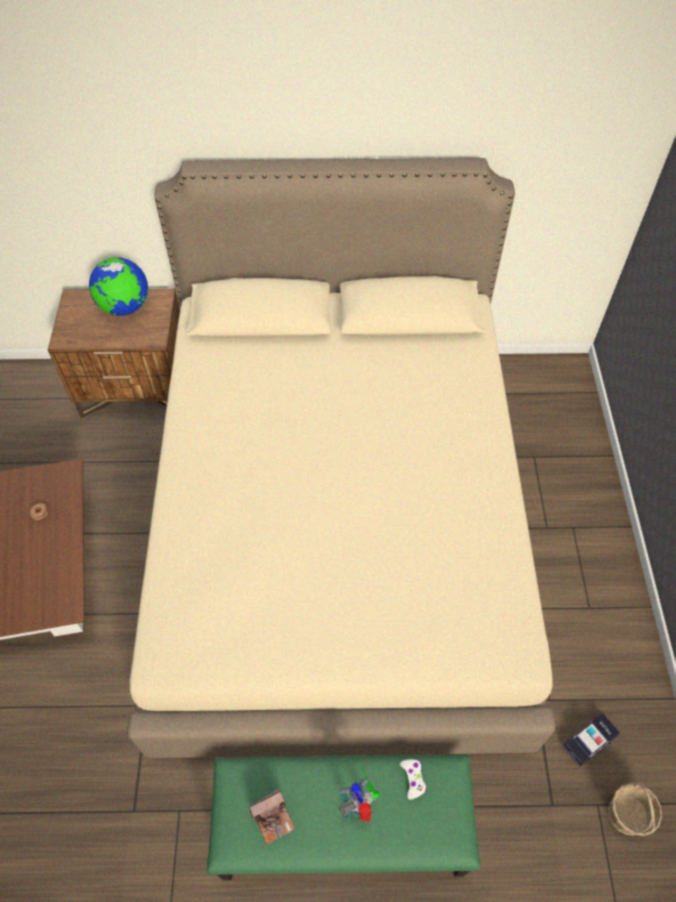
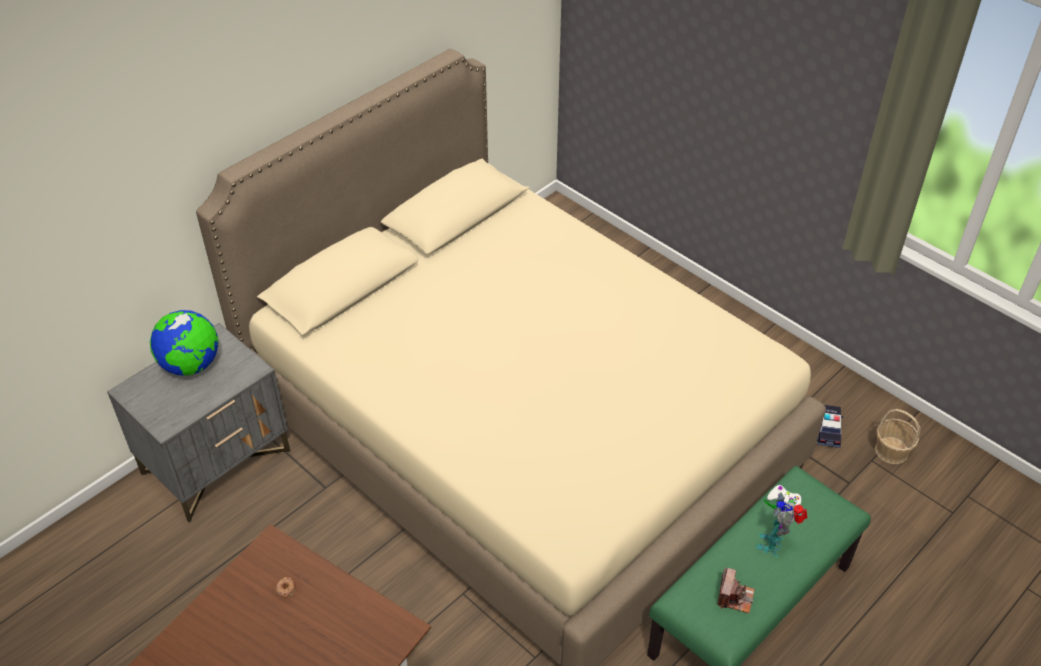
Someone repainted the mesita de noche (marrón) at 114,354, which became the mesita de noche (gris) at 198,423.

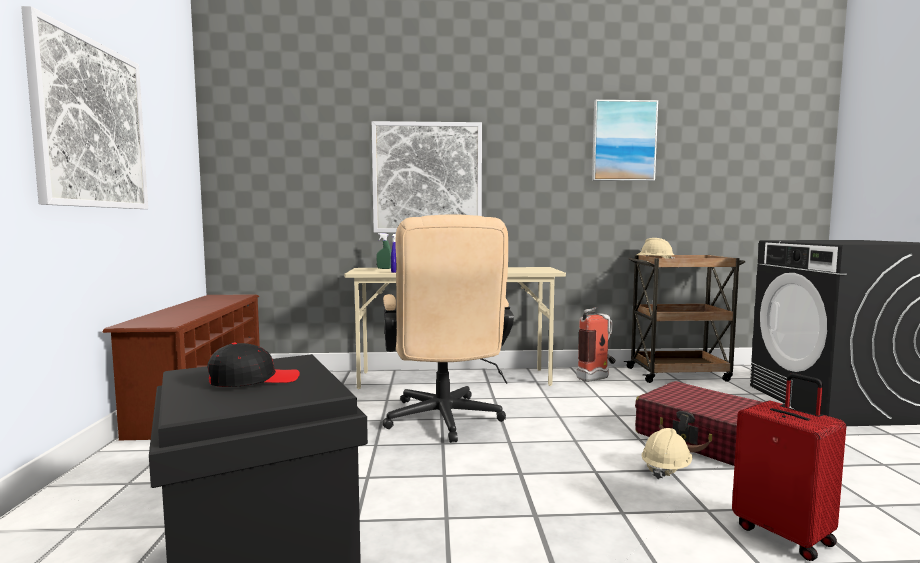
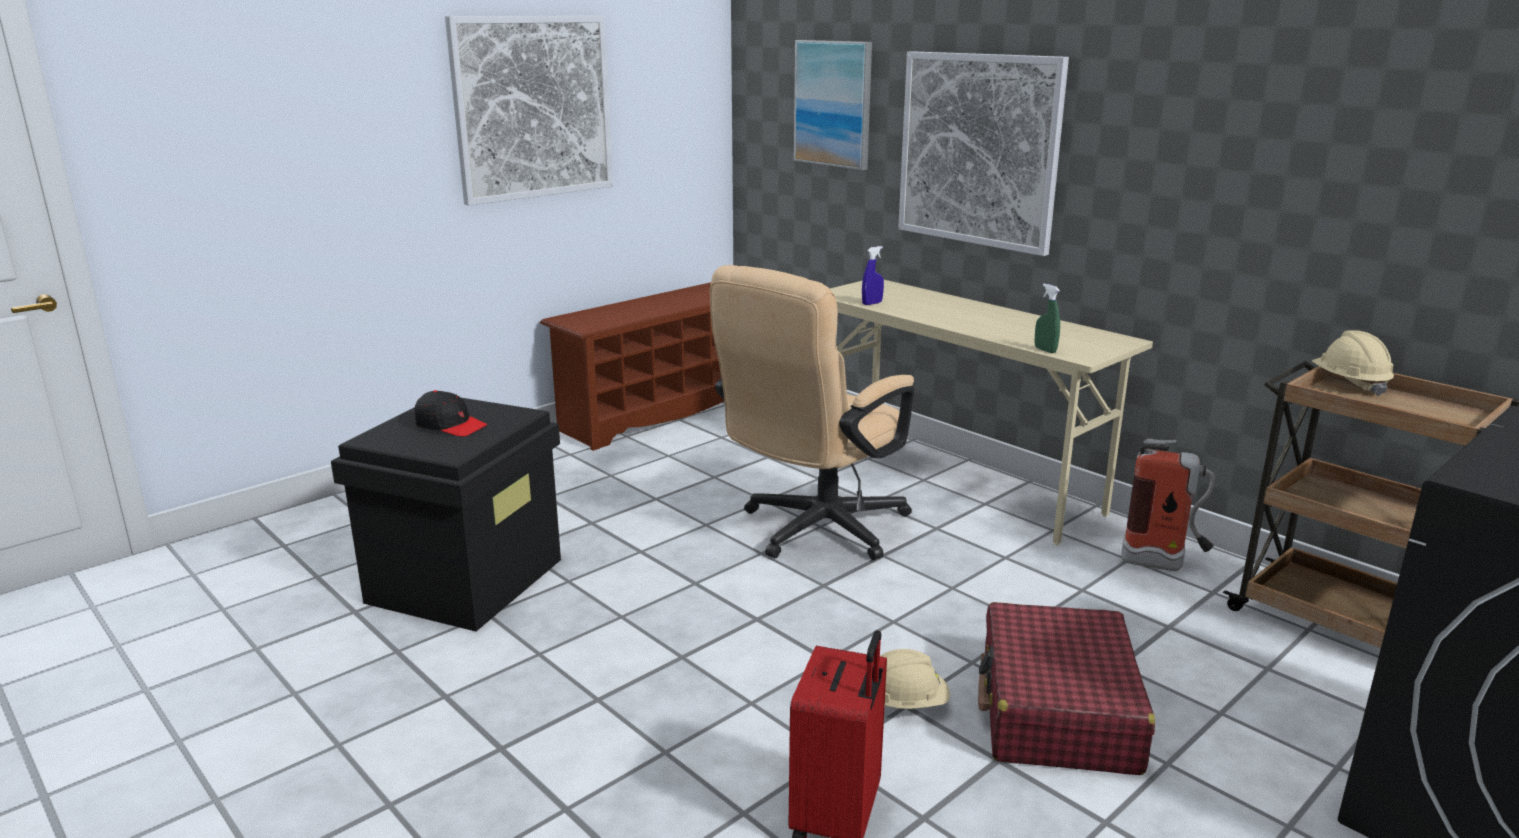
Someone carried the cuadro from 625,140 to 833,105.
Someone carried the pulverizador (verde) from 383,251 to 1047,318.

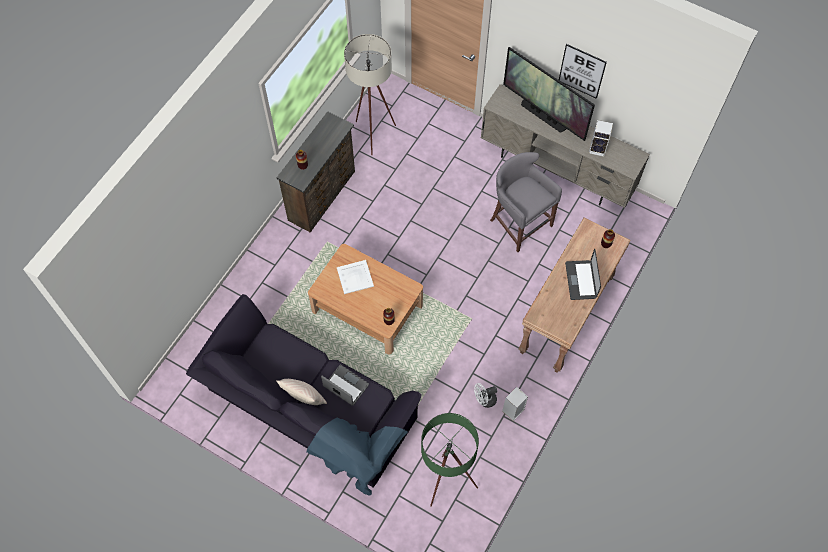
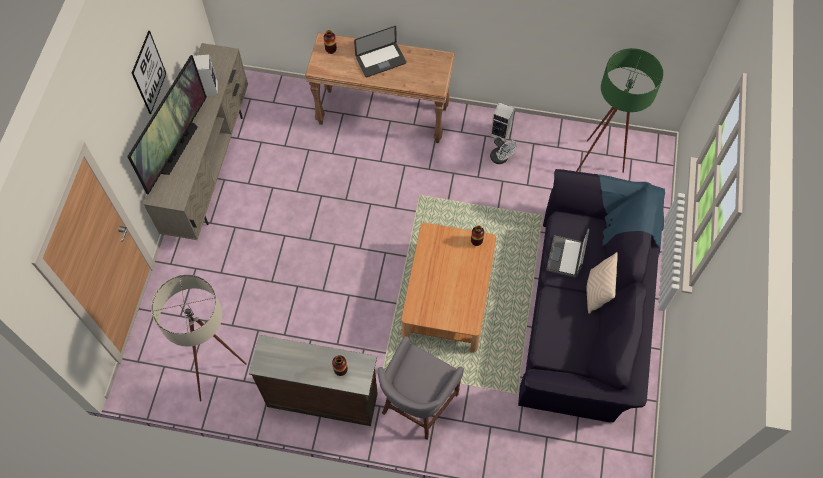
Someone carried the taburete (gris) from 526,202 to 421,388.
Someone took away the bandeja (blanco) at 355,277.

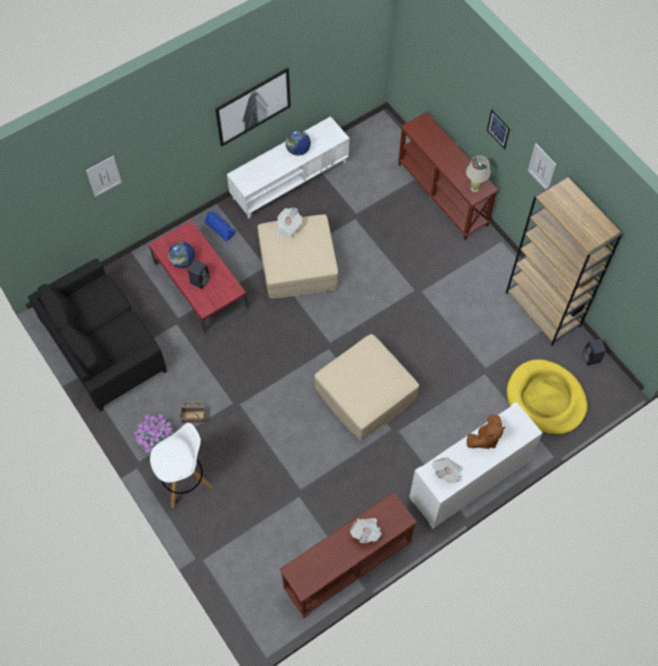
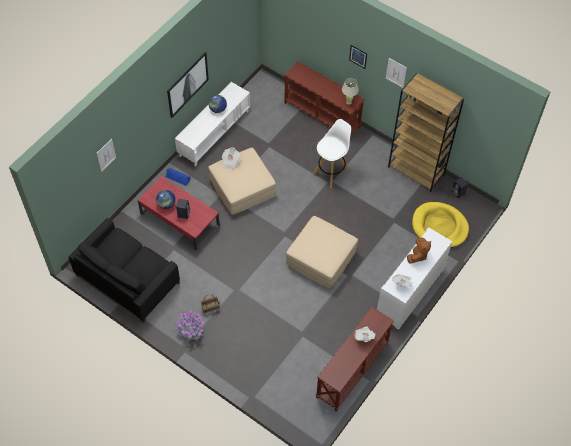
Someone carried the taburete (blanco) from 181,465 to 332,153.

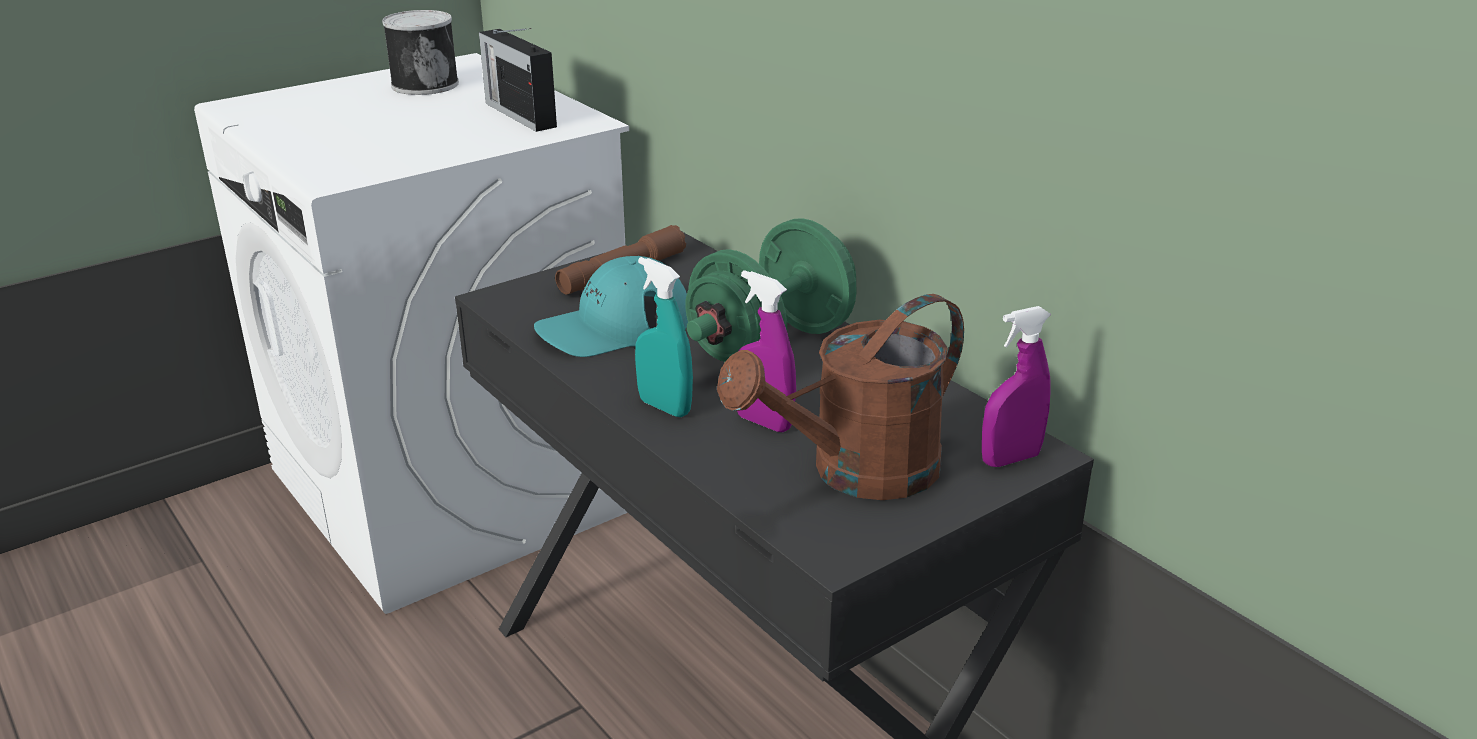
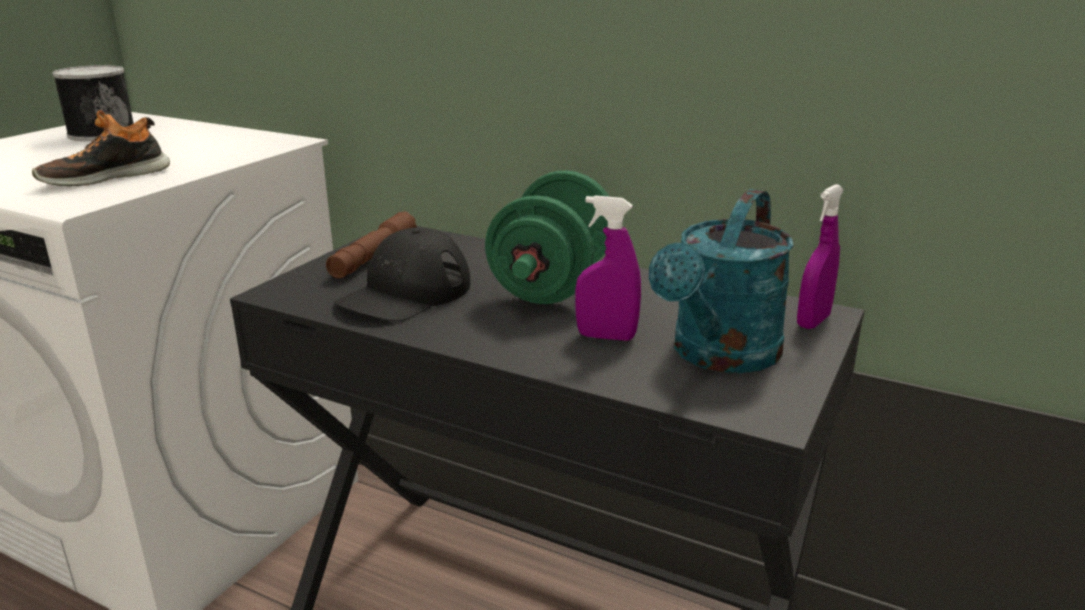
Someone took away the radio at 518,80.
Someone repainted the gorra (turquesa) at 611,306, which became the gorra (negro) at 402,274.
Someone took away the pulverizador (turquesa) at 664,337.
Someone repainted the regadera (marrón) at 840,397, which became the regadera (turquesa) at 721,281.
Someone put down the zapato at 101,148.

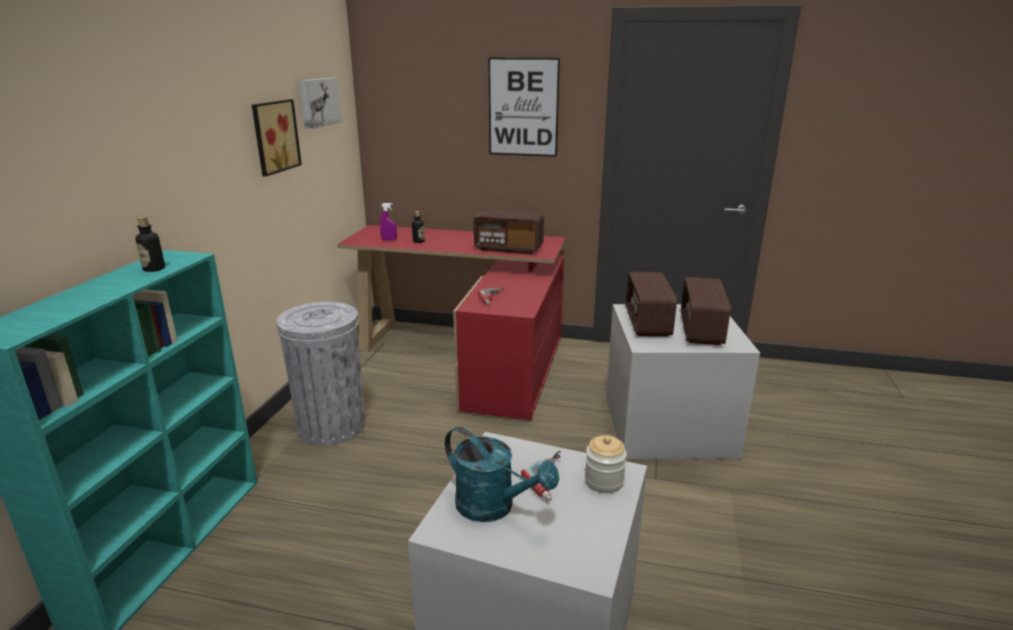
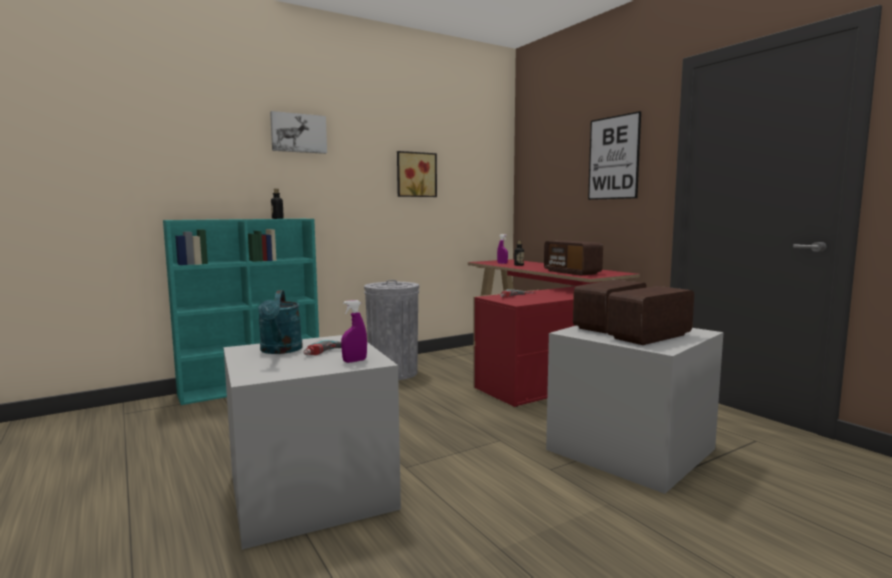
Someone carried the cuadro from 320,103 to 298,132.
Someone swapped the tarro at 606,464 for the pulverizador (morado) at 354,331.

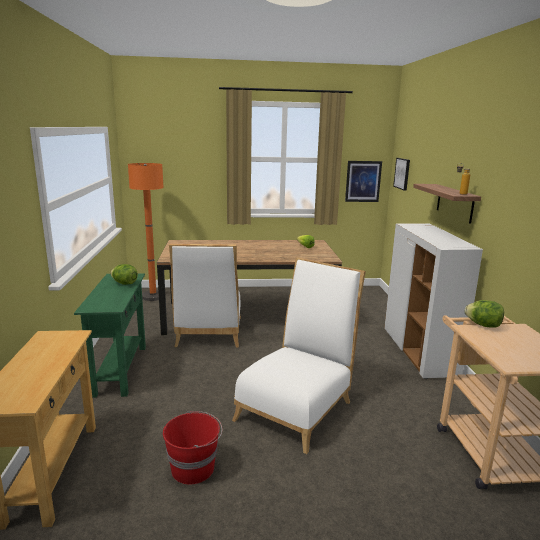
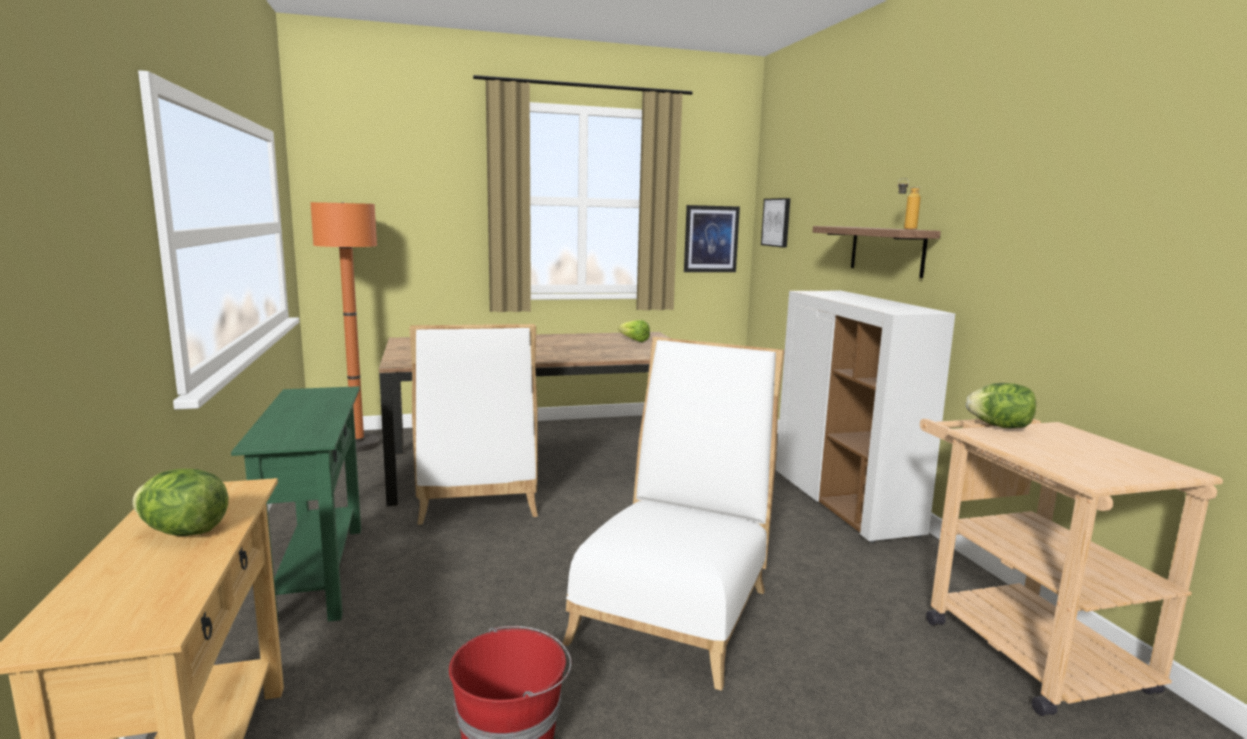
Someone carried the lechuga from 124,274 to 180,502.

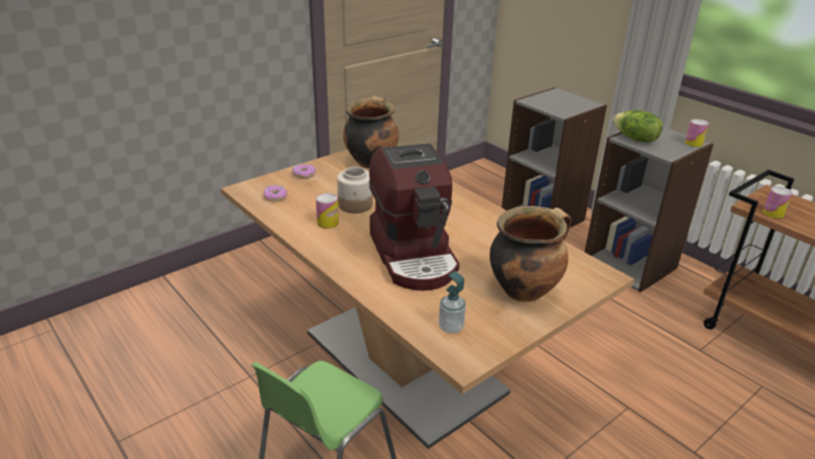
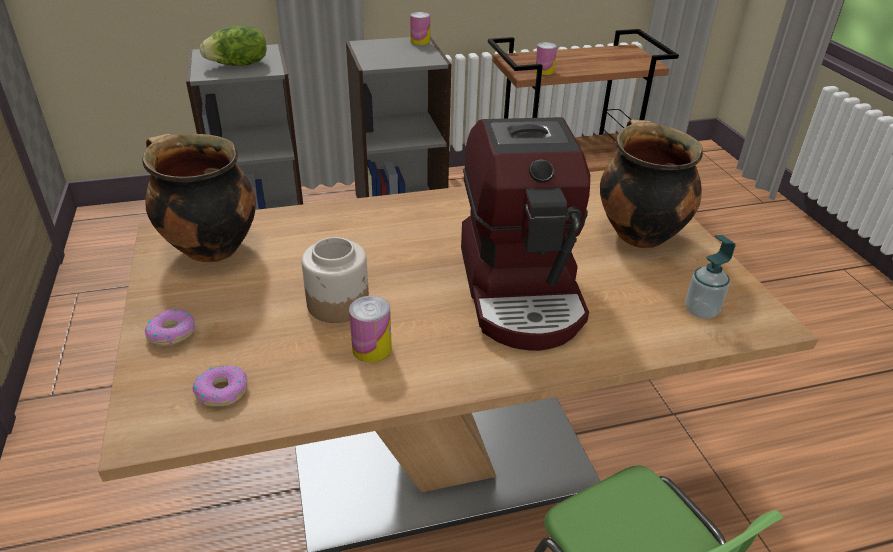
Someone carried the lechuga from 638,126 to 233,46.
Someone rotated the cafetera at 414,217 by 75 degrees clockwise.

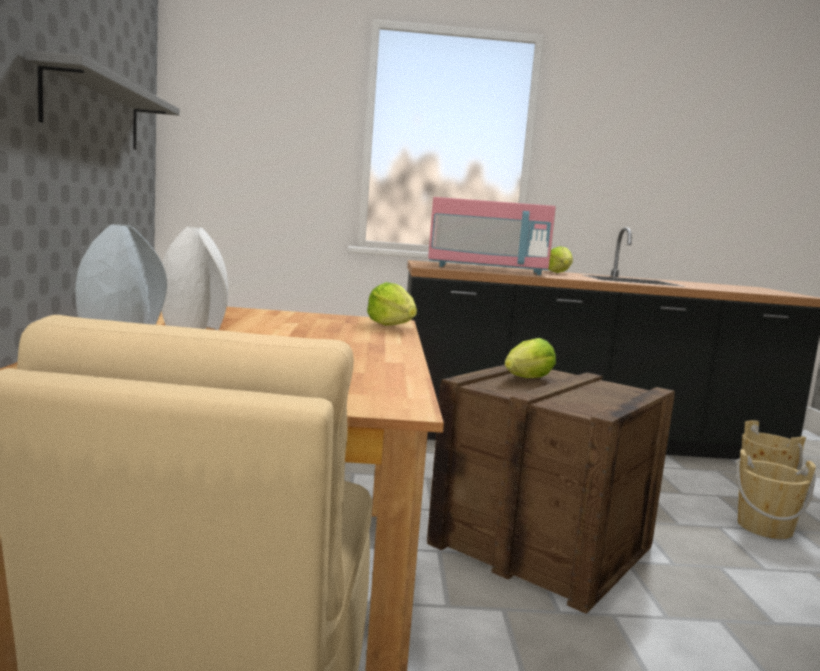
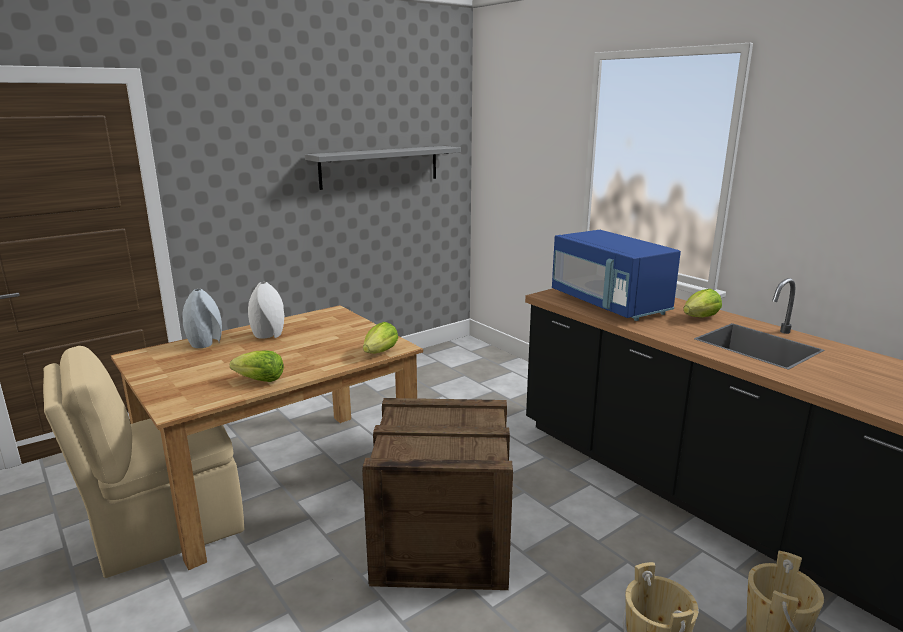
Someone repainted the microondas (rosa) at 492,236, which became the microondas (azul) at 616,275.
Someone carried the lechuga from 530,358 to 257,366.

